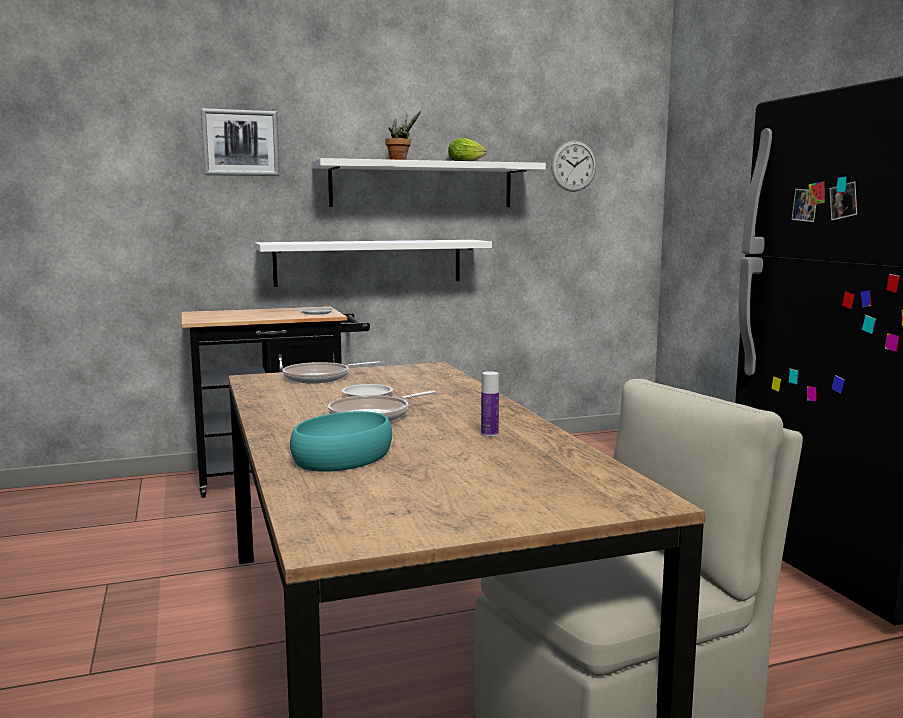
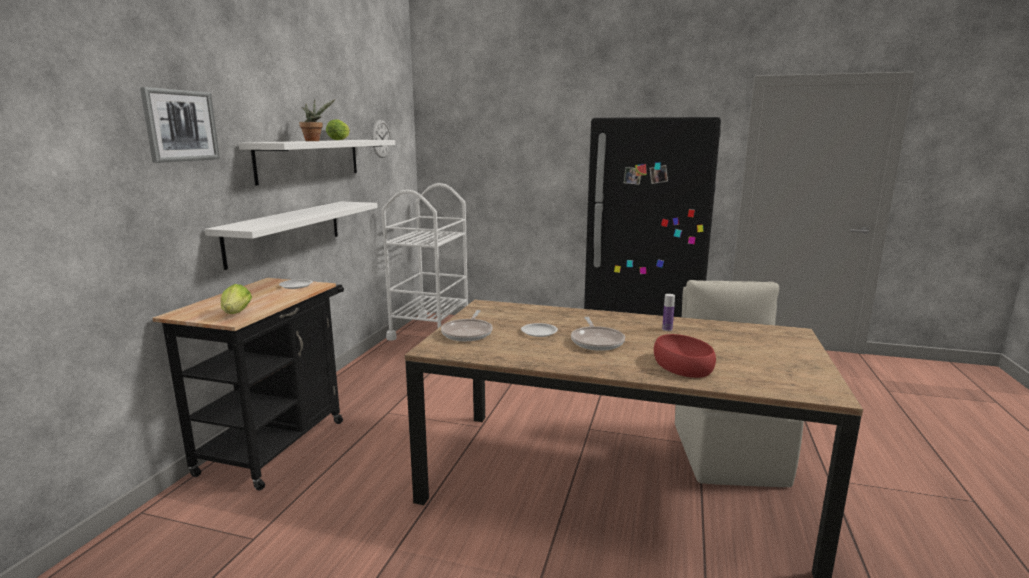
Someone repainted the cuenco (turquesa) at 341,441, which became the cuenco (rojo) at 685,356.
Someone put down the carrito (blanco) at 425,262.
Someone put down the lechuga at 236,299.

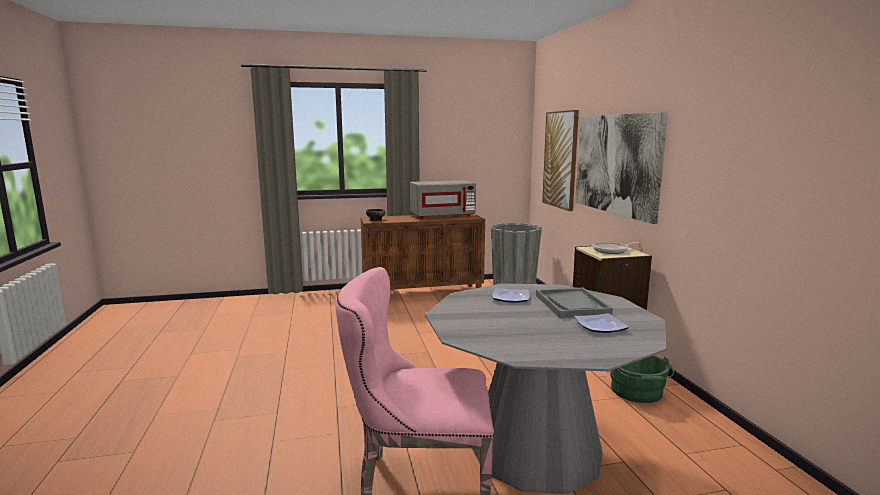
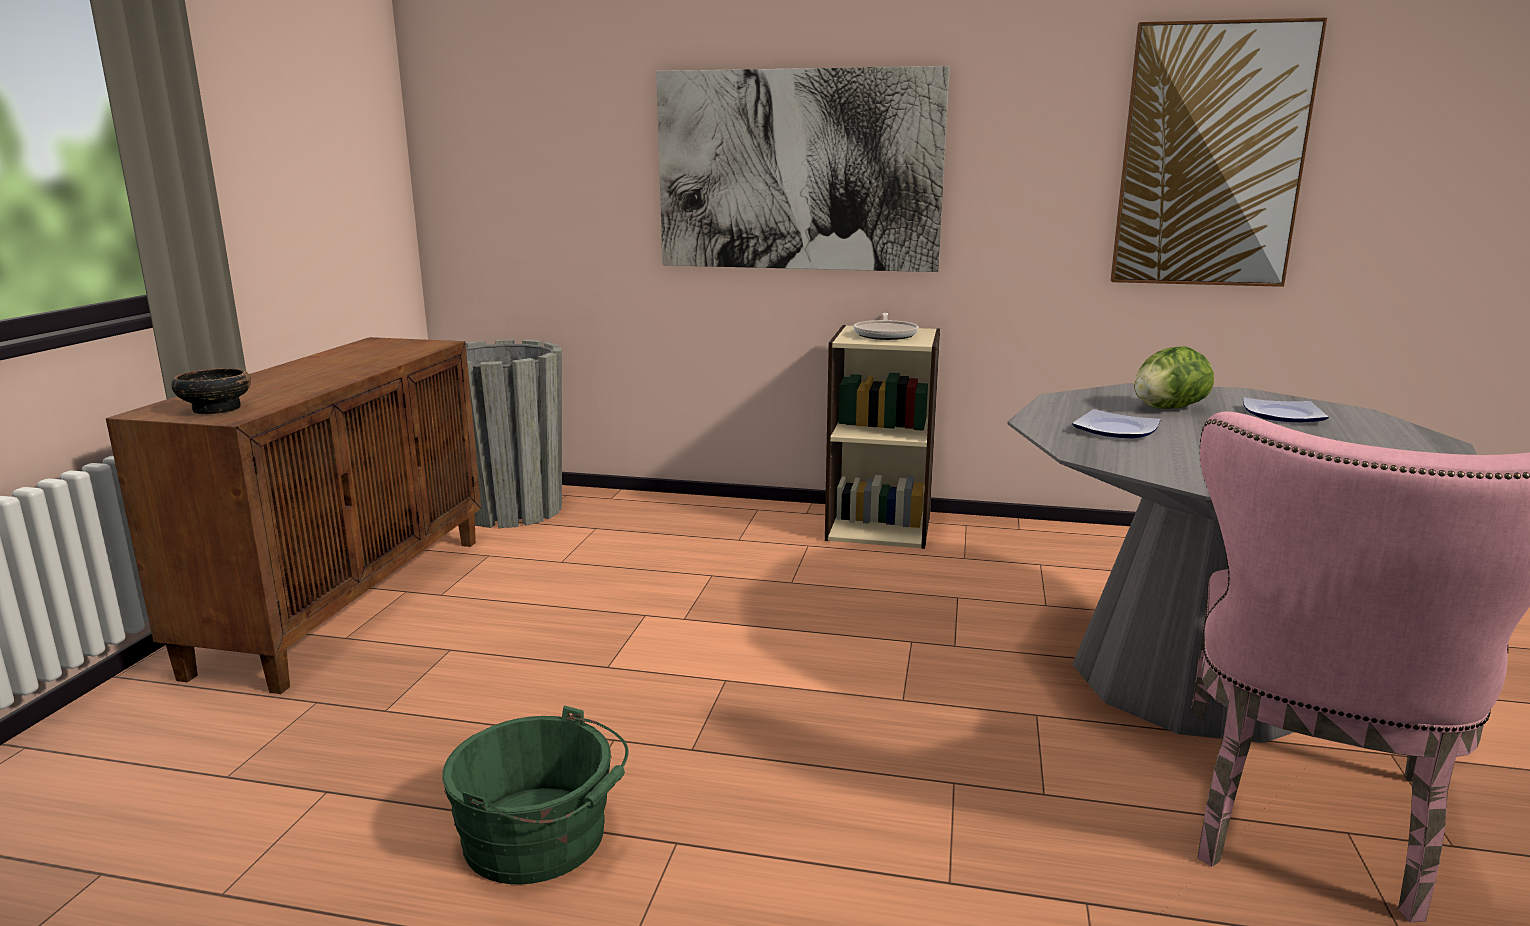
Someone carried the cuadro from 560,160 to 1218,152.
Someone took away the microondas (gris) at 443,199.
Someone swapped the bandeja (gris) at 574,303 for the lechuga at 1174,377.
Someone carried the cubo (verde) from 642,379 to 535,794.

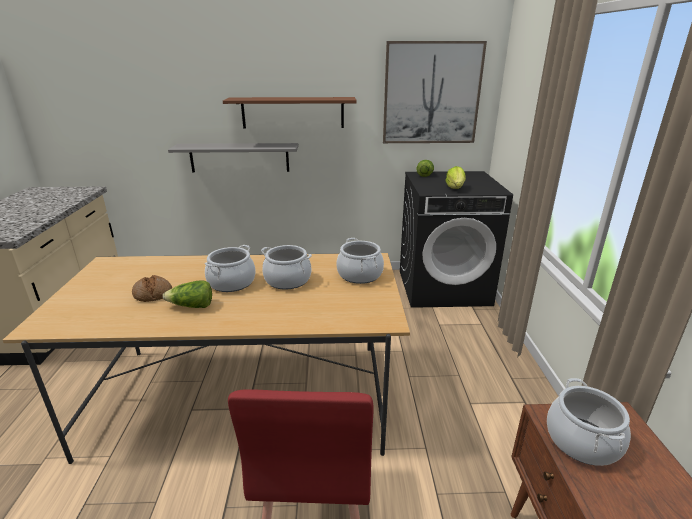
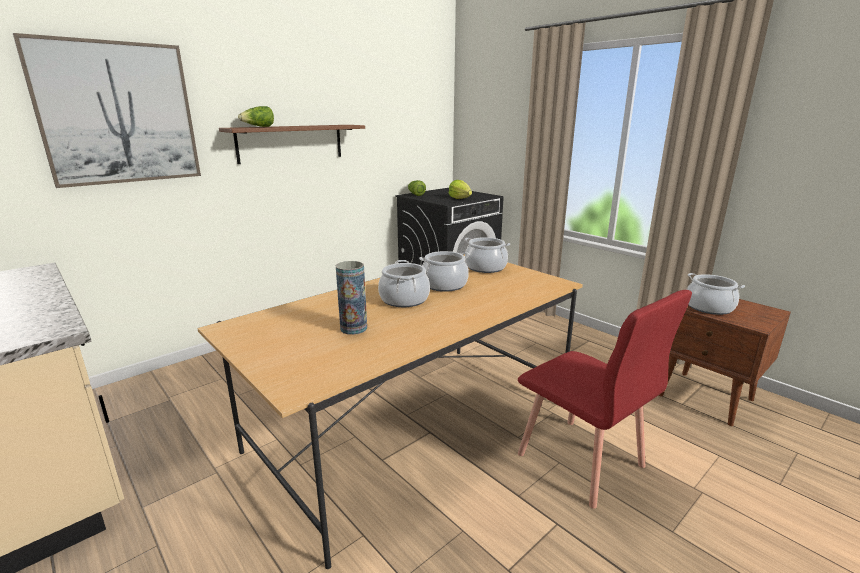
Someone carried the cuadro from 435,92 to 107,110.
Someone took away the estante (gris) at 233,157.
Someone swapped the pan at 152,288 for the florero at 351,298.
Someone carried the lechuga from 187,294 to 256,116.

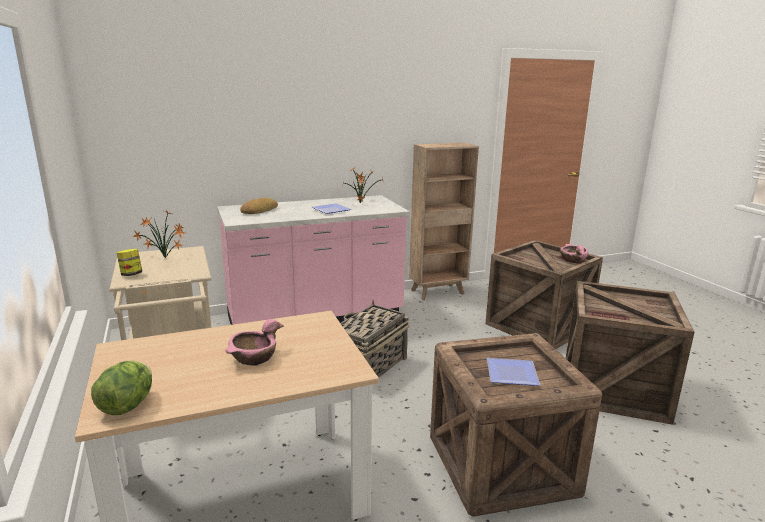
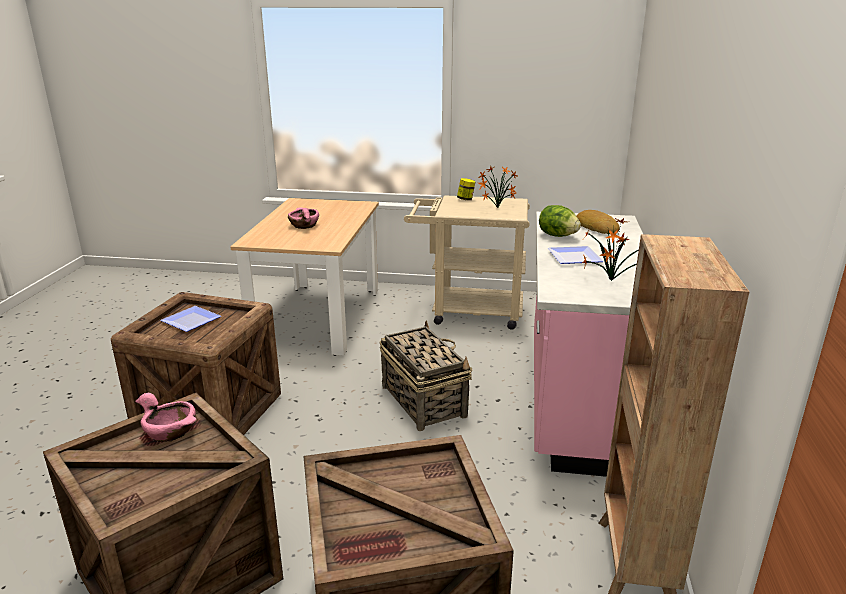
Someone carried the cuenco (rosa) from 574,253 to 166,417.
Someone carried the lechuga from 121,388 to 560,221.

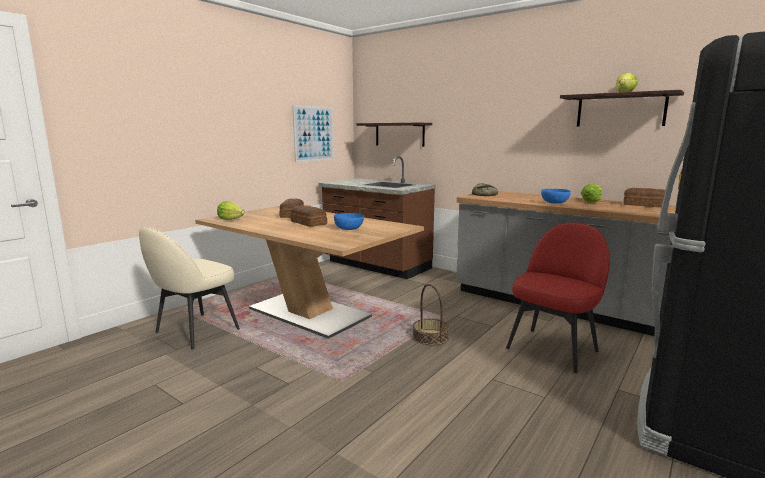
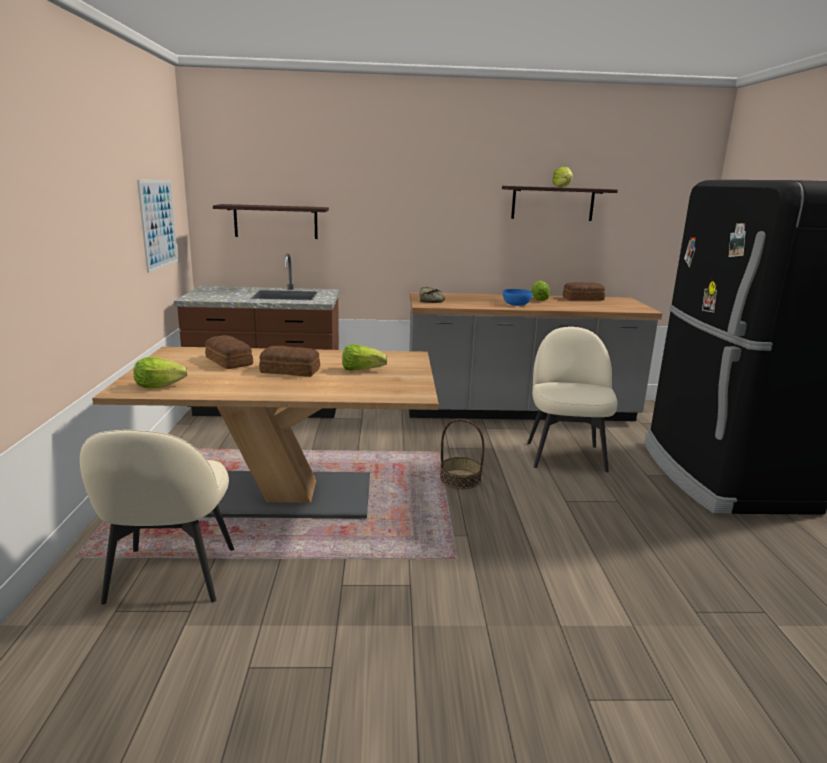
Someone swapped the cuenco (azul) at 349,221 for the lechuga at 365,357.
Someone repainted the silla (rojo) at 558,298, which became the silla (beis) at 572,399.

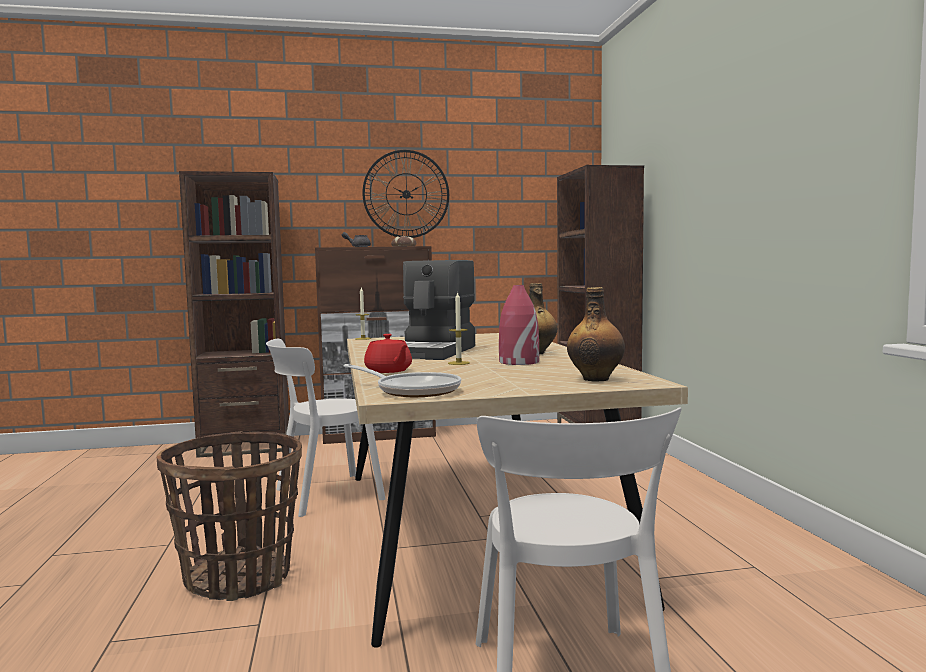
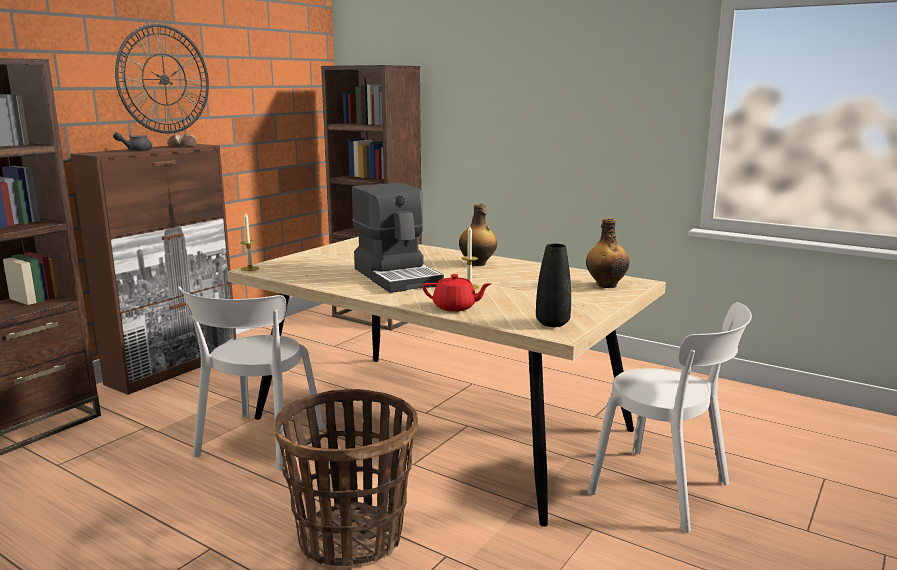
Someone took away the florero (rojo) at 519,325.
Someone swapped the sartén at 402,380 for the florero (negro) at 553,285.

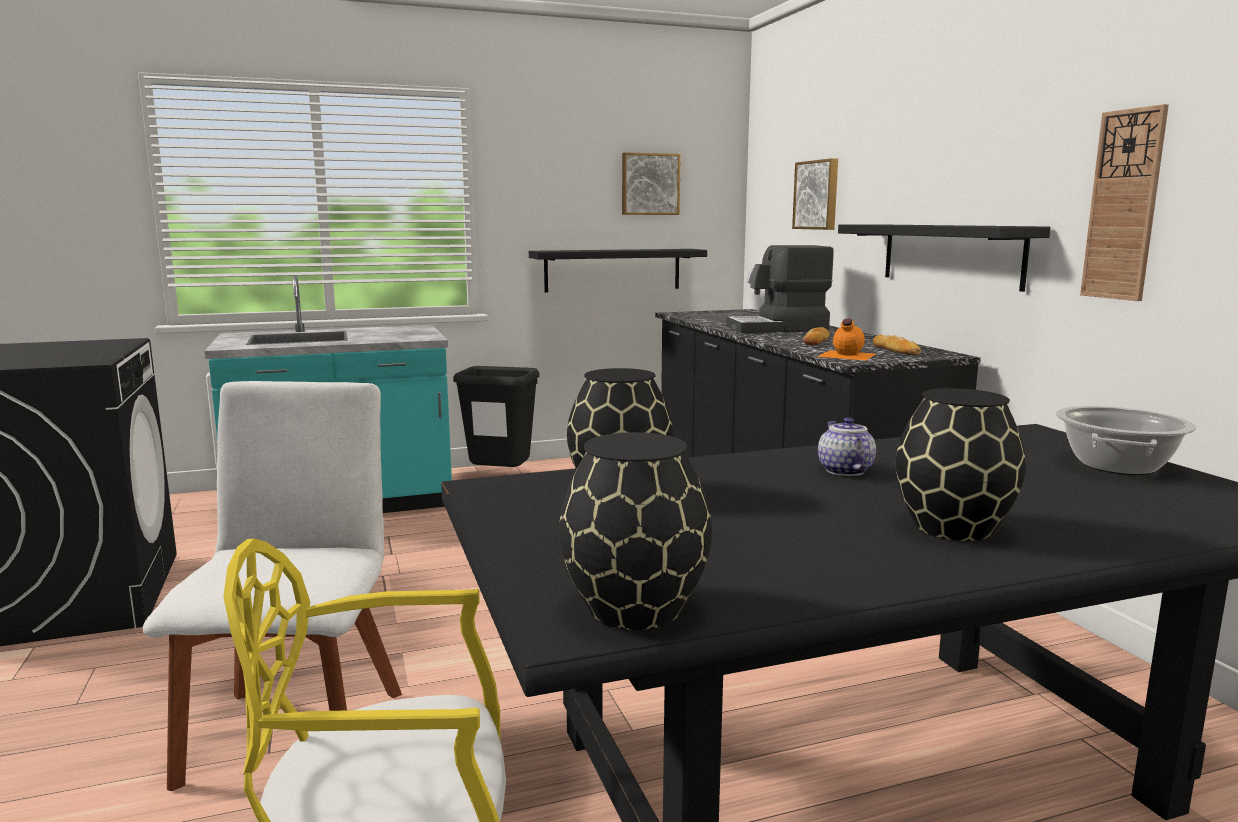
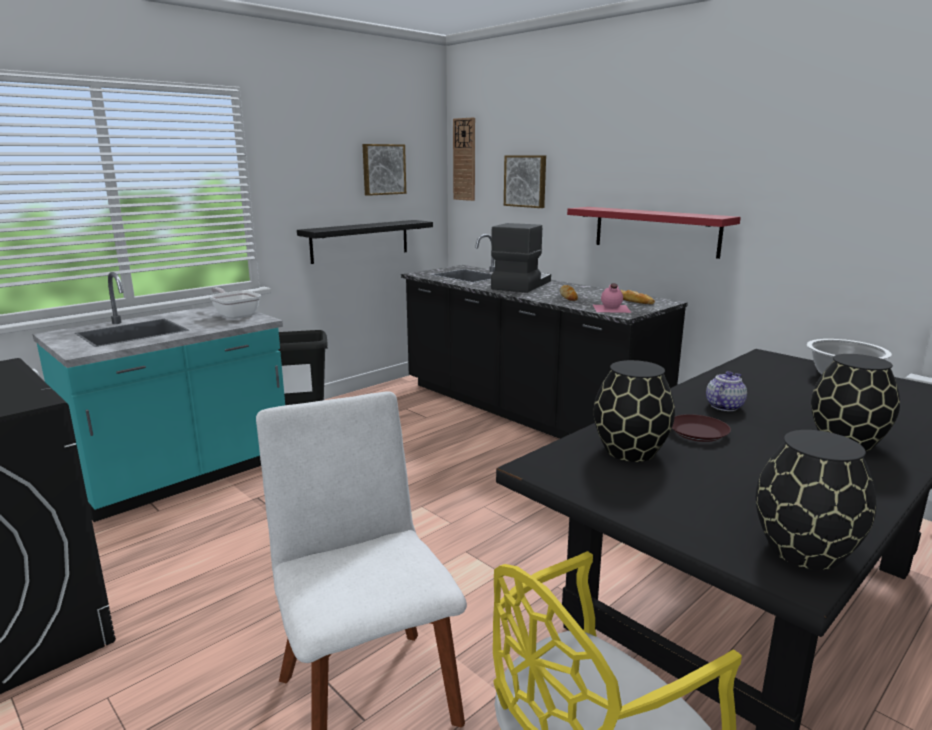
Someone carried the reloj de pared from 1124,202 to 464,159.
Someone repainted the estante (negro) at 944,258, which became the estante (rojo) at 654,233.
Someone rotated the cafetera at 780,289 by 150 degrees clockwise.
Someone repainted the botella (naranja) at 846,339, which became the botella (rosa) at 612,298.
Someone rotated the tetera at 847,446 by 75 degrees clockwise.
Someone put down the sartén at 235,303.
Someone put down the plato (marrón) at 701,428.

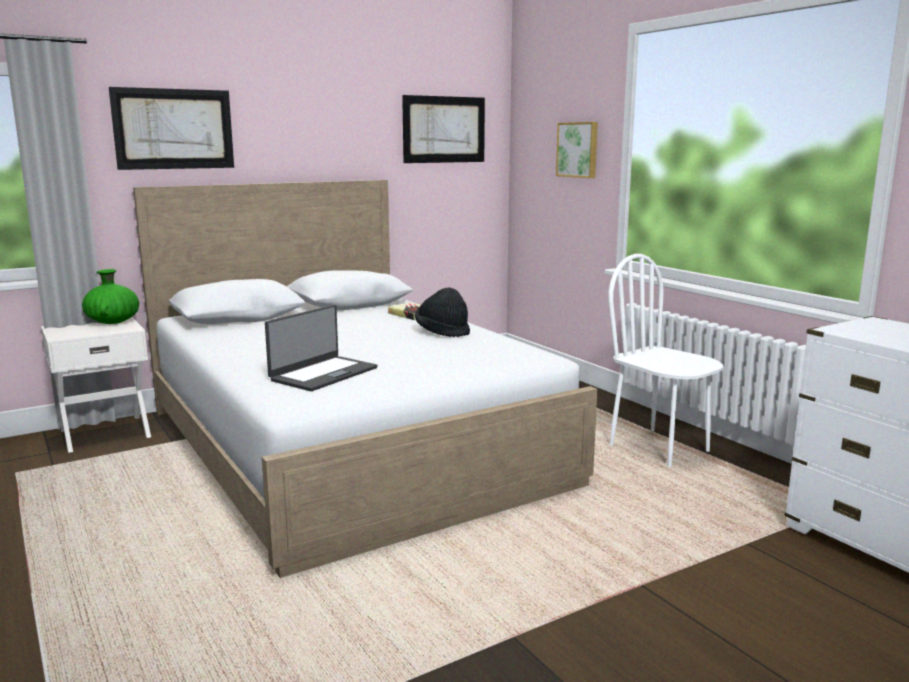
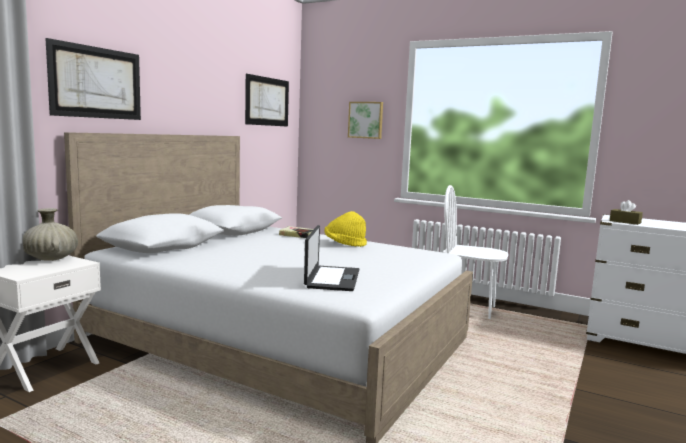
Someone repainted the florero (verde) at 110,296, which became the florero (beis) at 50,234.
Someone repainted the sombrero (negro) at 442,312, which became the sombrero (amarillo) at 346,229.
Someone put down the caja de pañuelos (marrón) at 626,212.

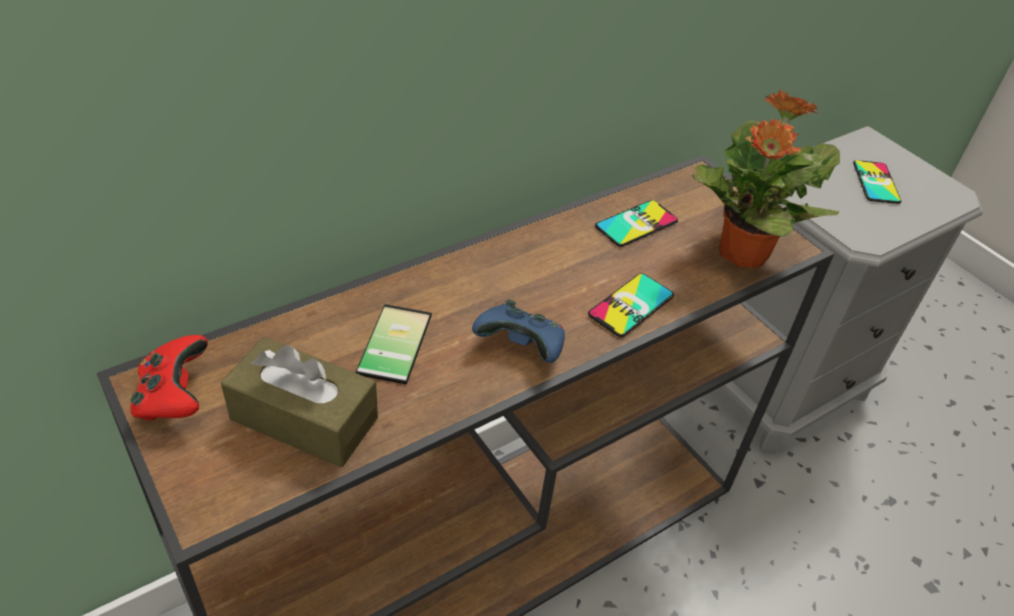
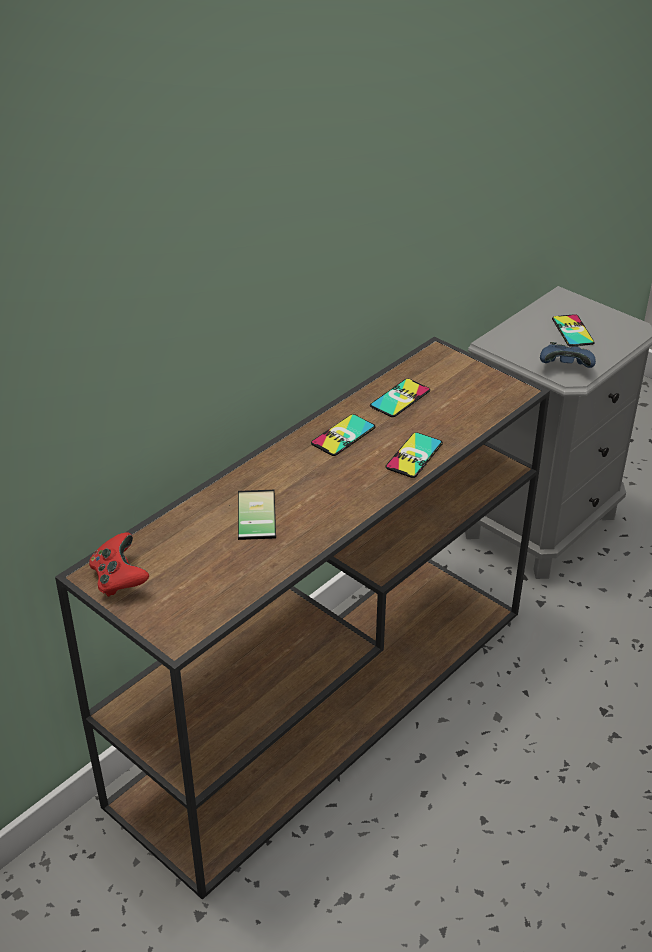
Someone took away the planta en maceta at 766,178.
Someone carried the mando de consola (azul) from 518,331 to 568,355.
Someone took away the caja de pañuelos (marrón) at 299,402.
Someone put down the móvil at 343,435.

